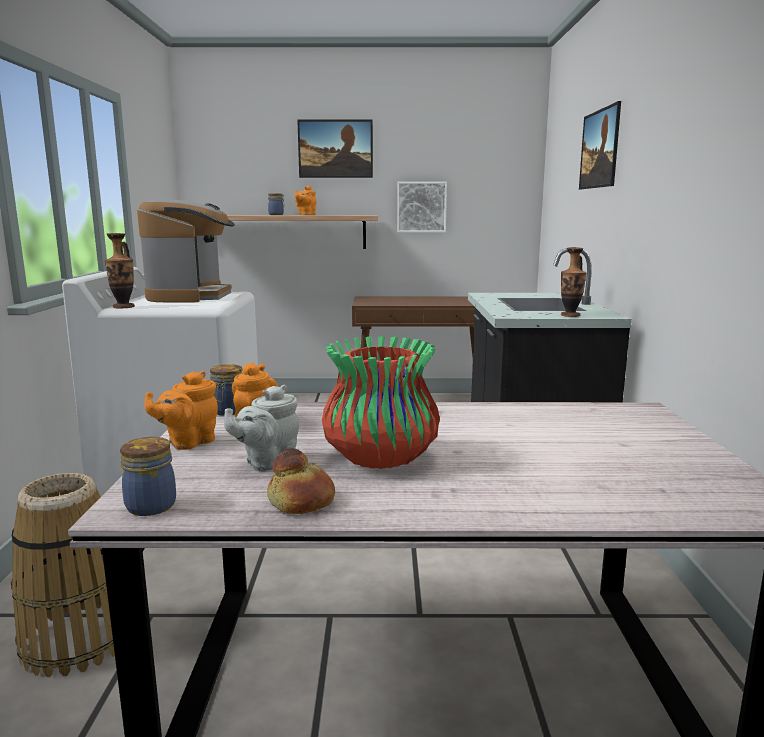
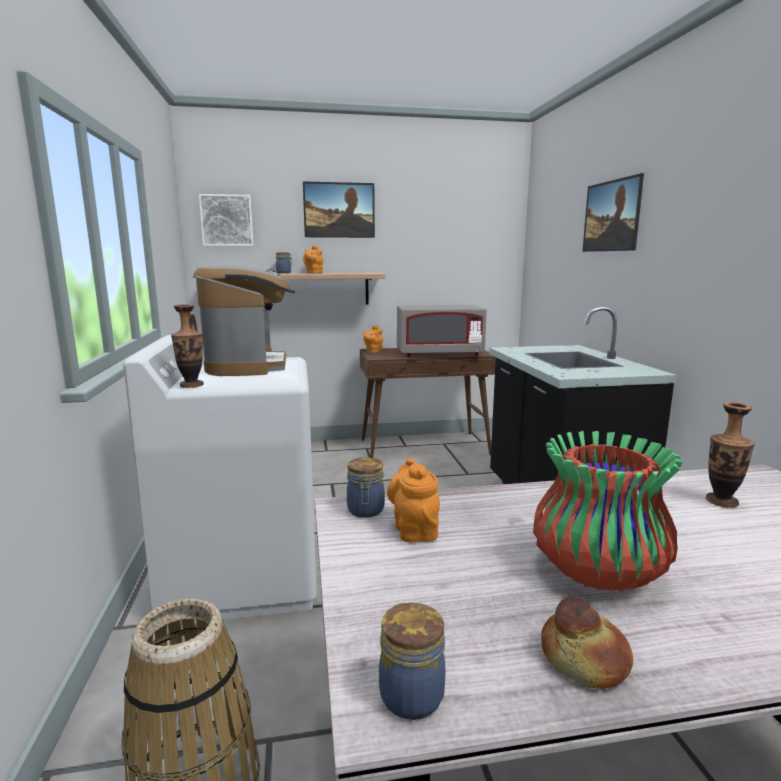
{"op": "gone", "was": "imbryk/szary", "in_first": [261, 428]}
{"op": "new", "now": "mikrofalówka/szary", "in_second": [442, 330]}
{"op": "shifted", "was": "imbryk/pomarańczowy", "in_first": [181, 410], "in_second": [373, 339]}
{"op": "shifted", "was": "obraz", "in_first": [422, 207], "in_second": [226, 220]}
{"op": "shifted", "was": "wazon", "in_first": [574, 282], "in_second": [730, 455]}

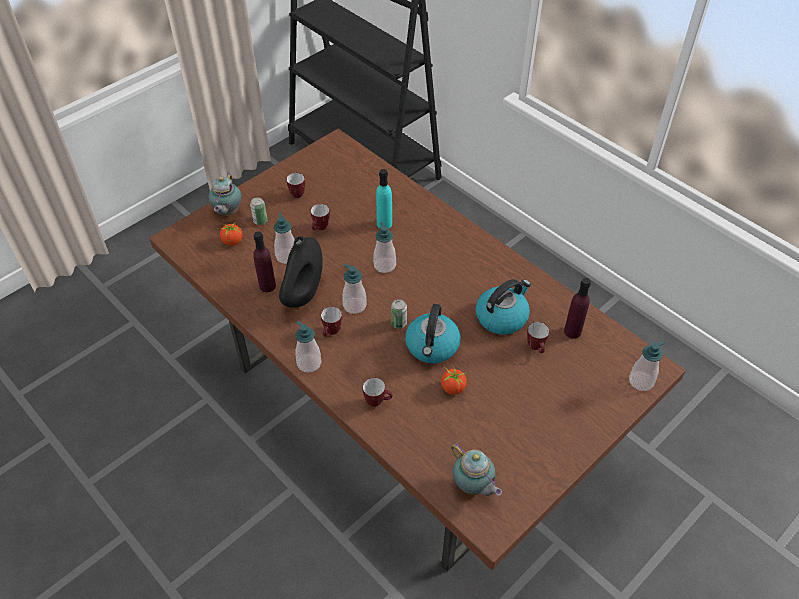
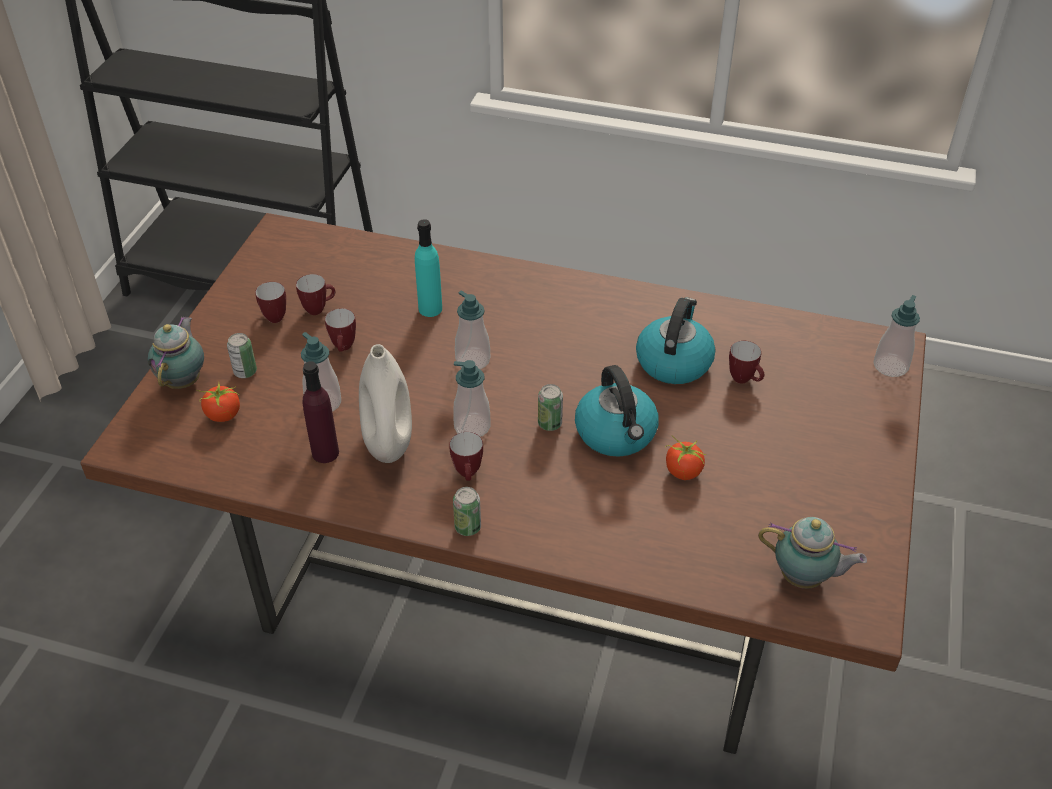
{"op": "gone", "was": "butelka/fioletowy", "in_first": [577, 308]}
{"op": "shifted", "was": "kubek", "in_first": [378, 392], "in_second": [315, 294]}
{"op": "swapped", "was": "dozownik mydła", "now": "puszka", "in_first": [308, 347], "in_second": [467, 511]}
{"op": "repainted", "was": "wazon/czarny", "now": "wazon/biały", "in_first": [301, 271], "in_second": [385, 403]}
{"op": "rotated", "was": "imbryk", "in_first": [225, 194], "in_second": [175, 352], "clockwise": -150}

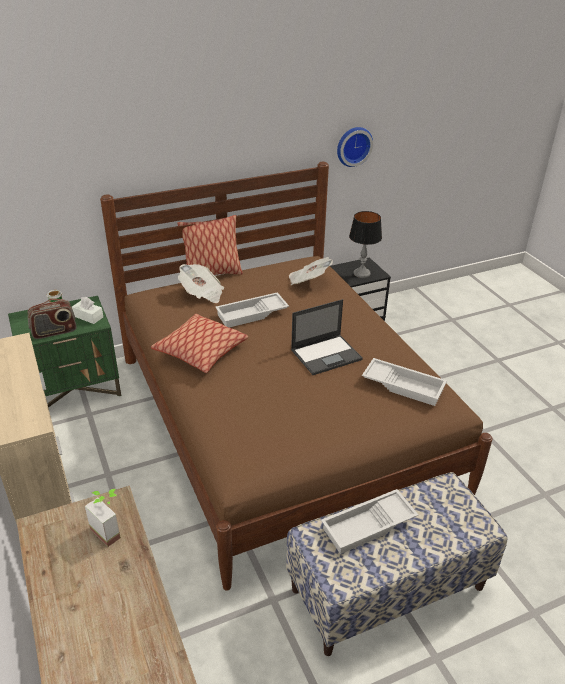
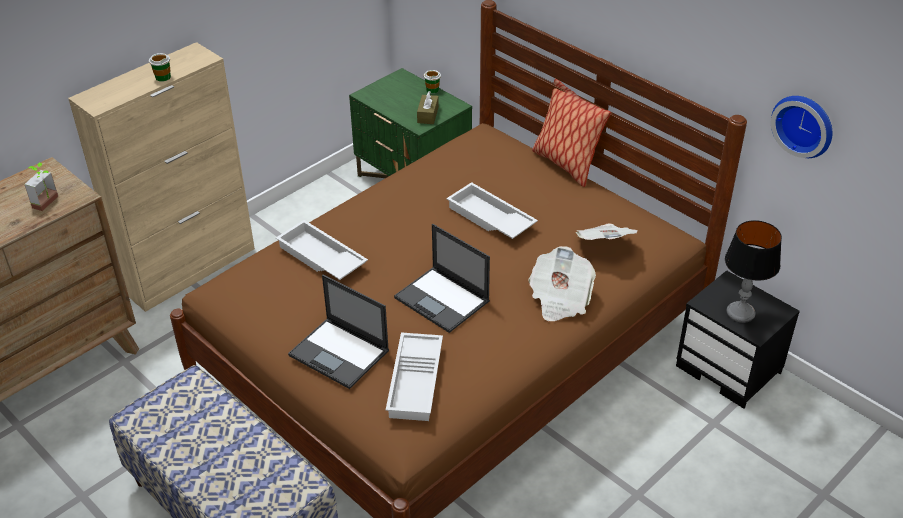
{"op": "gone", "was": "radio", "in_first": [52, 319]}
{"op": "gone", "was": "poduszka", "in_first": [199, 343]}
{"op": "new", "now": "filiżanka", "in_second": [160, 67]}
{"op": "new", "now": "laptop", "in_second": [338, 332]}
{"op": "shifted", "was": "gazeta", "in_first": [201, 283], "in_second": [562, 283]}
{"op": "shifted", "was": "taca/biały", "in_first": [369, 521], "in_second": [322, 250]}
{"op": "repainted", "was": "pudełko chusteczek/biały", "now": "pudełko chusteczek/brązowy", "in_first": [87, 310], "in_second": [428, 107]}

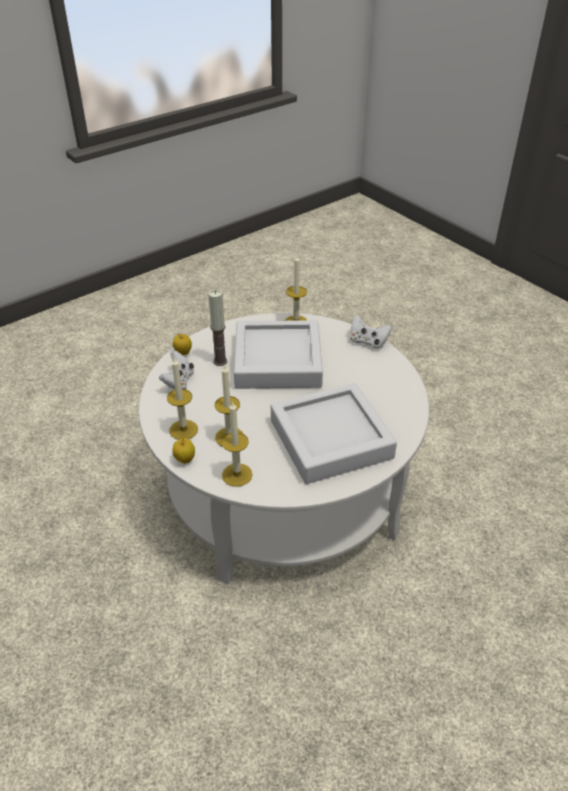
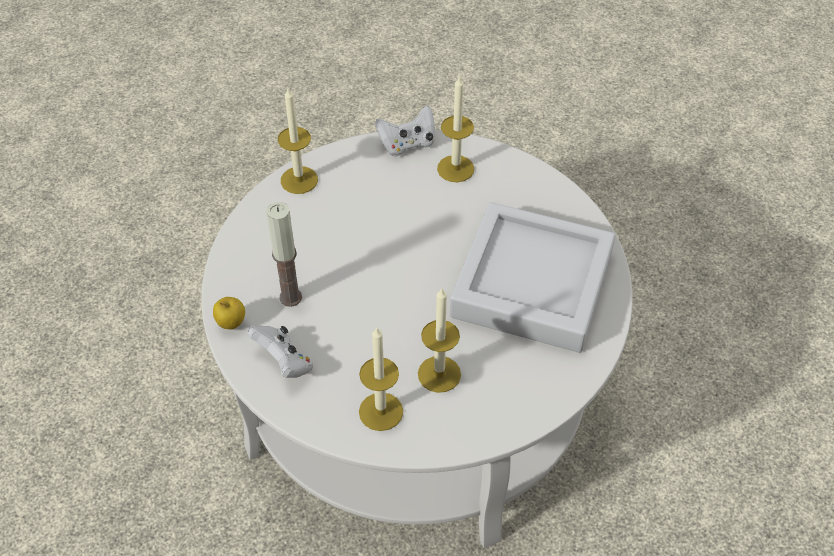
{"op": "gone", "was": "jabłko", "in_first": [183, 450]}
{"op": "gone", "was": "taca/szary", "in_first": [278, 354]}
{"op": "shifted", "was": "świeca", "in_first": [237, 444], "in_second": [455, 128]}

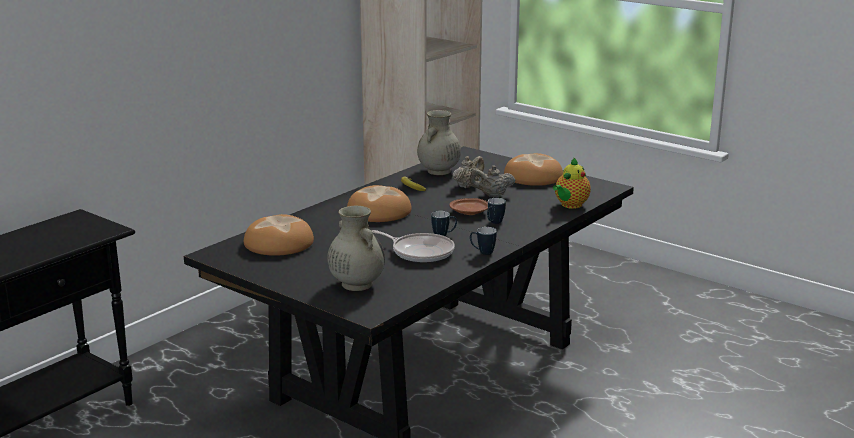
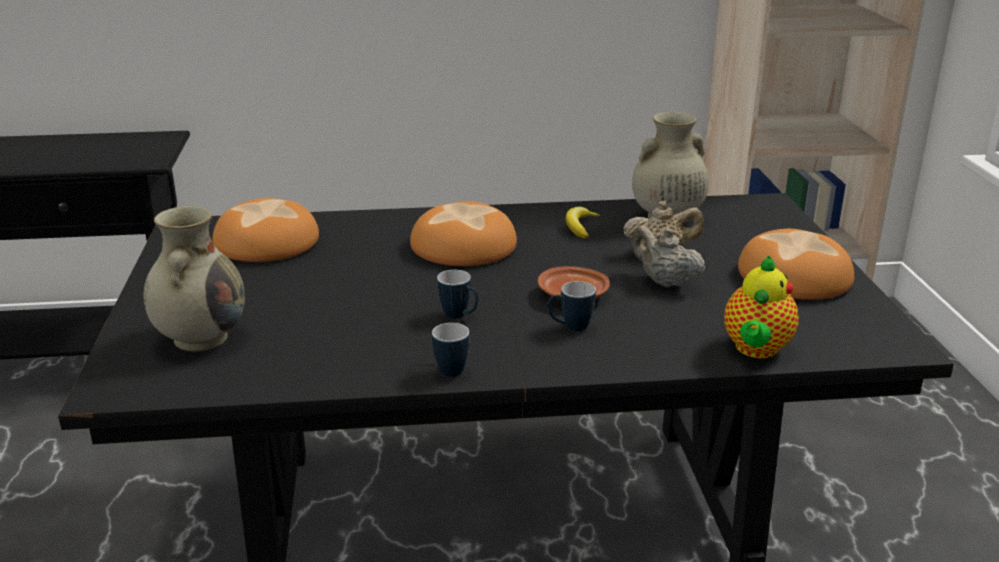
{"op": "gone", "was": "patelnia", "in_first": [413, 246]}
{"op": "rotated", "was": "imbryk", "in_first": [572, 183], "in_second": [761, 306], "clockwise": -60}

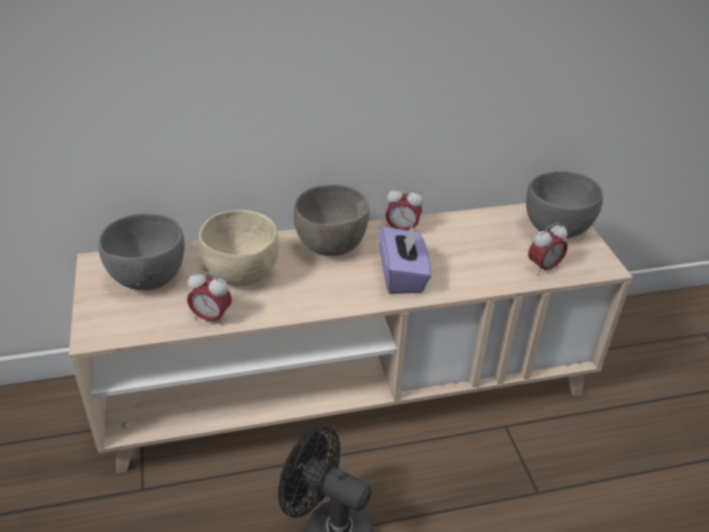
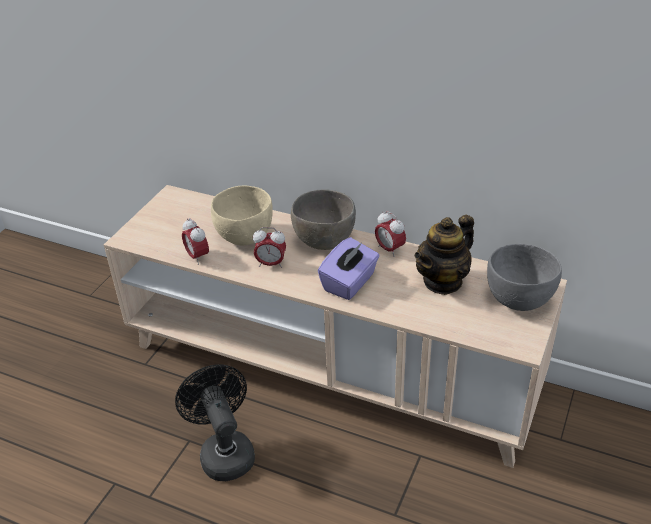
{"op": "gone", "was": "miska/szary", "in_first": [142, 251]}
{"op": "new", "now": "imbryk", "in_second": [444, 255]}
{"op": "shifted", "was": "budzik", "in_first": [548, 249], "in_second": [269, 247]}

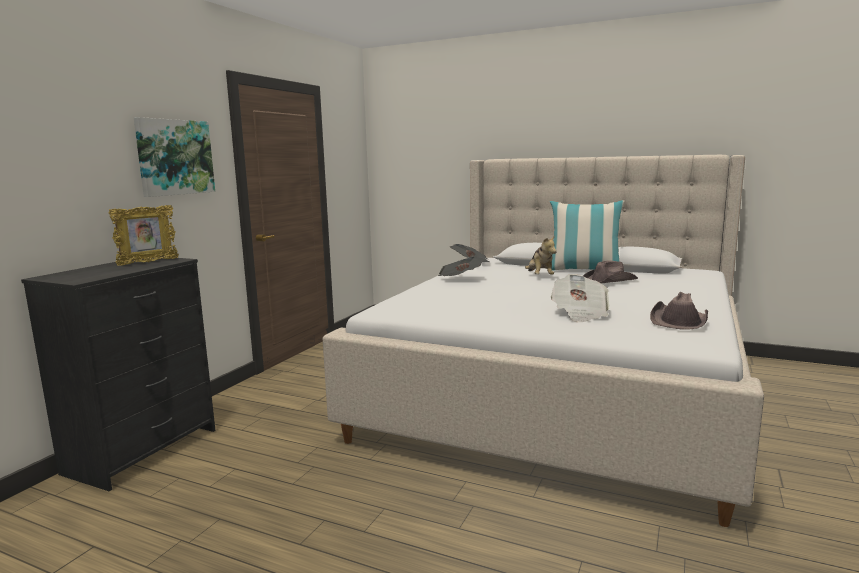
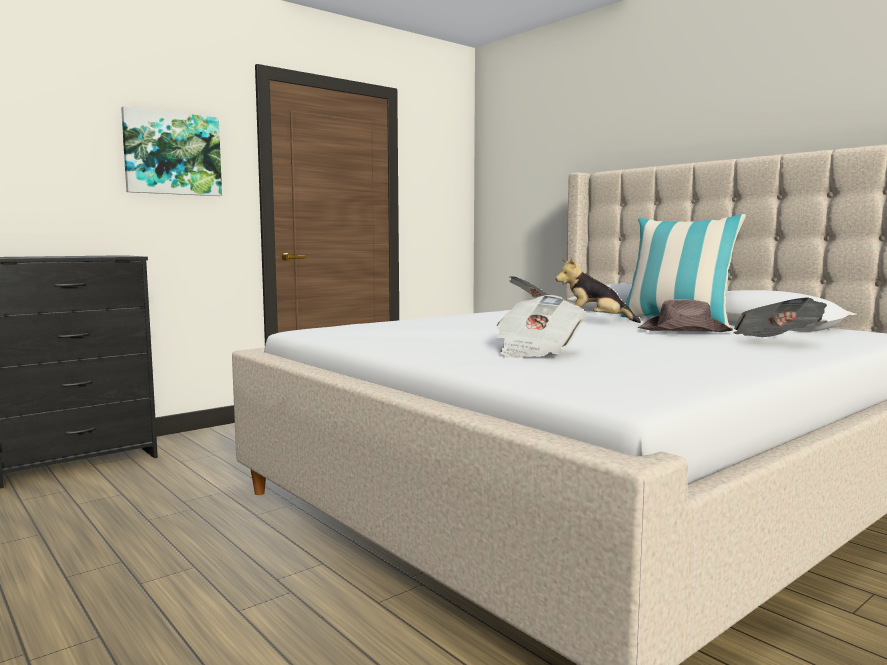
{"op": "gone", "was": "ramka na zdjęcie", "in_first": [144, 235]}
{"op": "gone", "was": "kapelusz/brązowy", "in_first": [679, 311]}
{"op": "shifted", "was": "gazeta", "in_first": [460, 266], "in_second": [780, 317]}
{"op": "rotated", "was": "pluszak", "in_first": [541, 255], "in_second": [598, 290], "clockwise": 90}

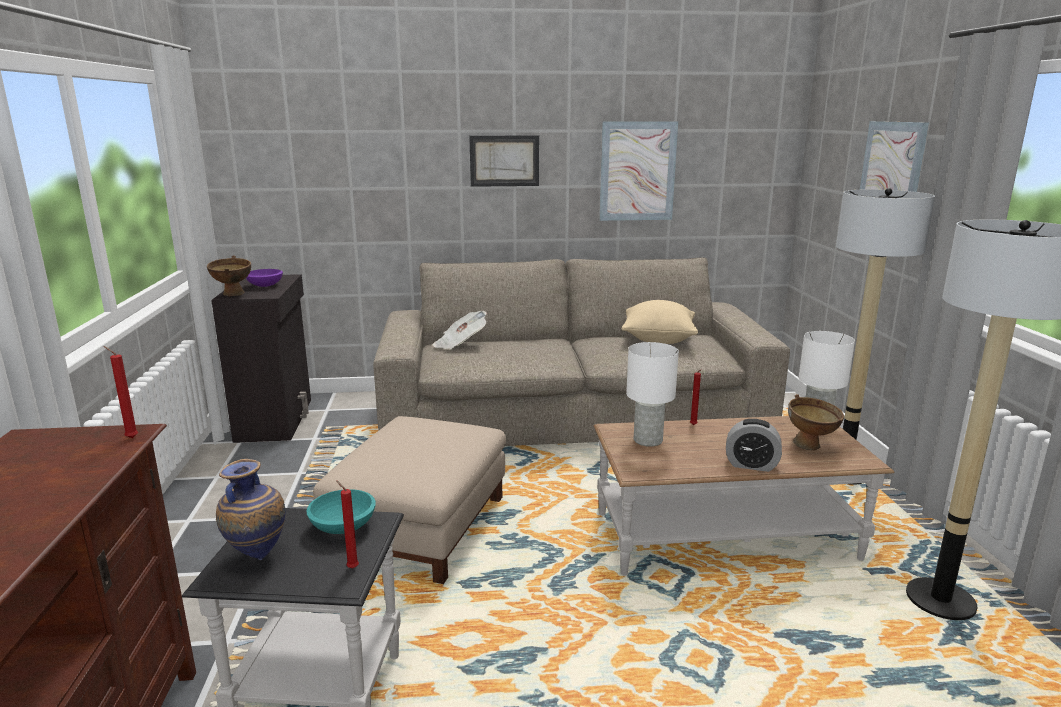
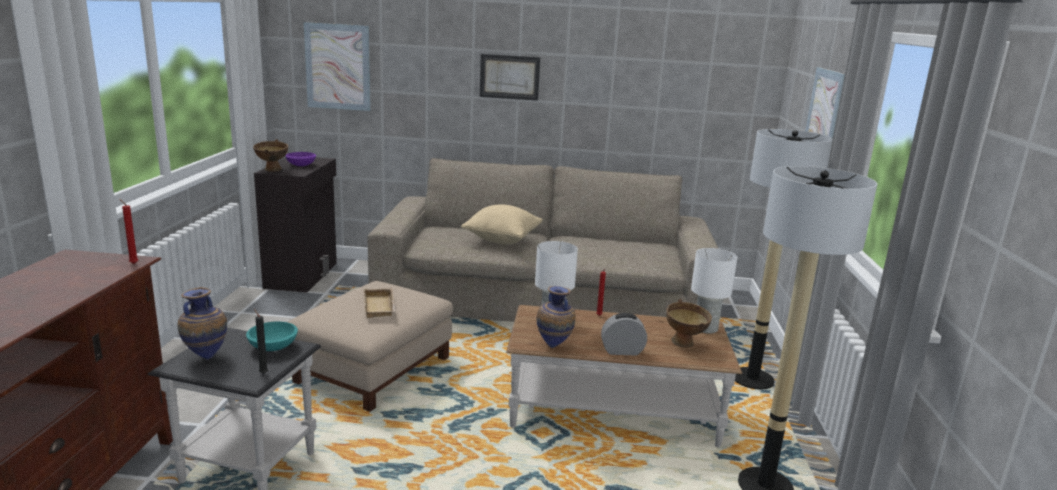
{"op": "gone", "was": "gazeta", "in_first": [460, 330]}
{"op": "new", "now": "taca/beżowy", "in_second": [379, 303]}
{"op": "new", "now": "wazon", "in_second": [556, 317]}
{"op": "shifted", "was": "obraz", "in_first": [638, 171], "in_second": [337, 66]}
{"op": "shifted", "was": "poduszka/beżowy", "in_first": [660, 322], "in_second": [502, 224]}
{"op": "repainted", "was": "świeca/czerwony", "now": "świeca/czarny", "in_first": [347, 524], "in_second": [261, 341]}
{"op": "rotated", "was": "budzik", "in_first": [754, 445], "in_second": [624, 334], "clockwise": 150}

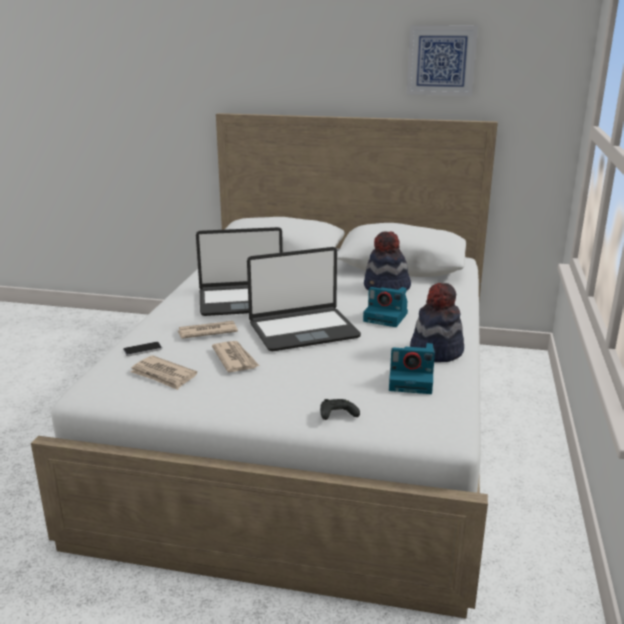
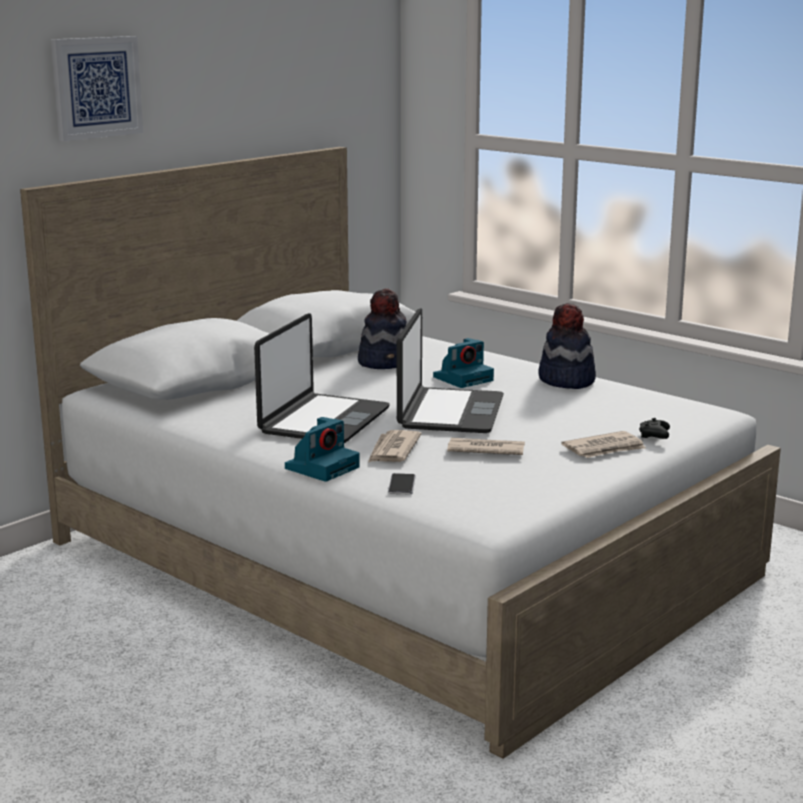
{"op": "shifted", "was": "gazeta", "in_first": [163, 373], "in_second": [603, 444]}
{"op": "shifted", "was": "aparat fotograficzny", "in_first": [412, 368], "in_second": [322, 449]}
{"op": "shifted", "was": "obraz", "in_first": [442, 60], "in_second": [97, 88]}

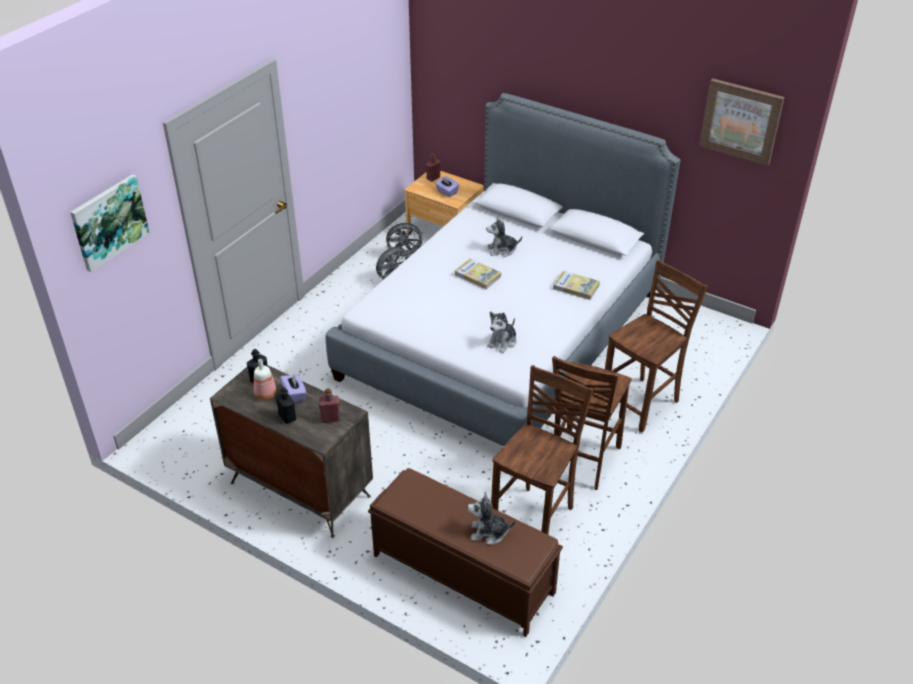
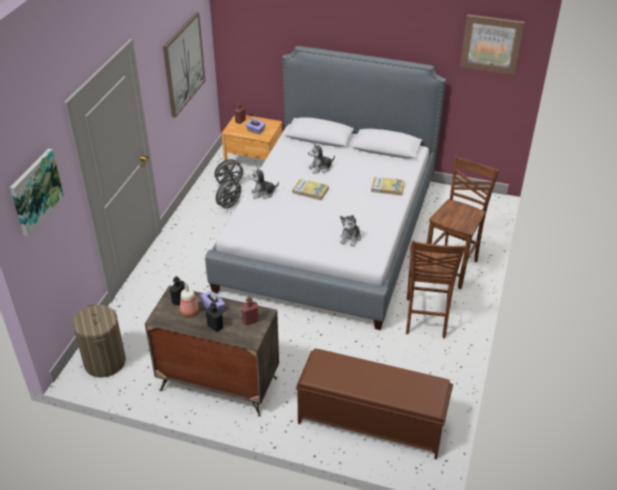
{"op": "gone", "was": "krzesło/brązowy", "in_first": [542, 449]}
{"op": "new", "now": "kosz na pranie", "in_second": [99, 340]}
{"op": "new", "now": "obraz", "in_second": [184, 65]}
{"op": "shifted", "was": "pluszak", "in_first": [491, 518], "in_second": [264, 182]}

